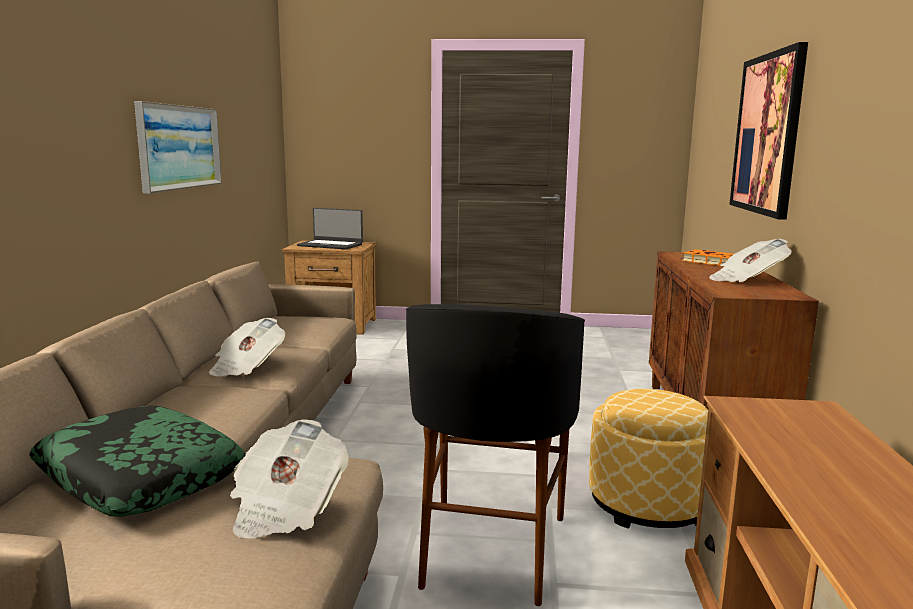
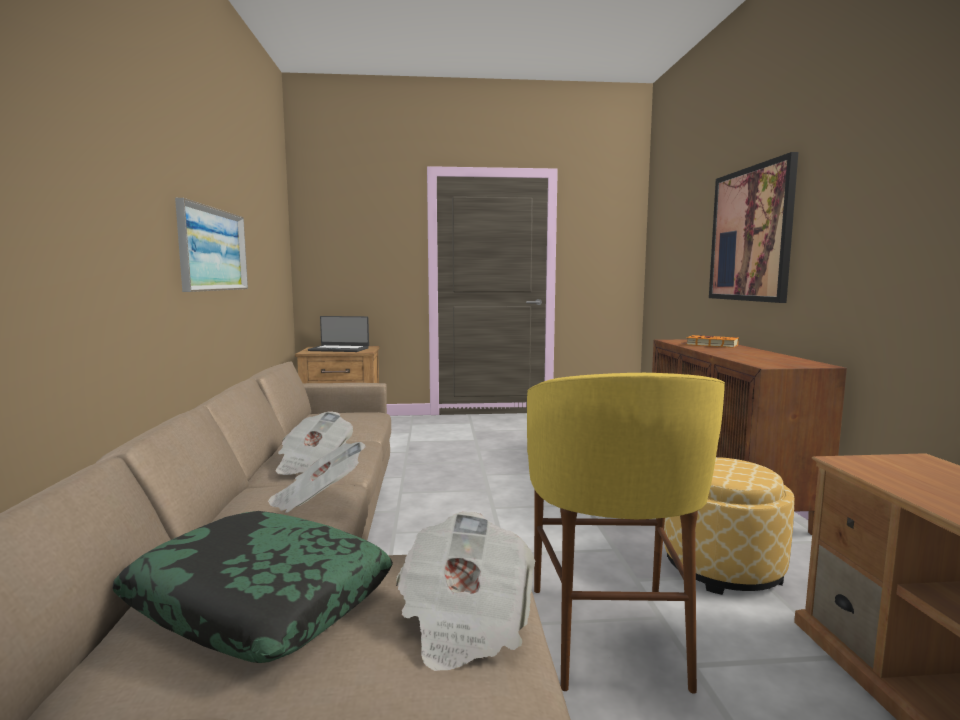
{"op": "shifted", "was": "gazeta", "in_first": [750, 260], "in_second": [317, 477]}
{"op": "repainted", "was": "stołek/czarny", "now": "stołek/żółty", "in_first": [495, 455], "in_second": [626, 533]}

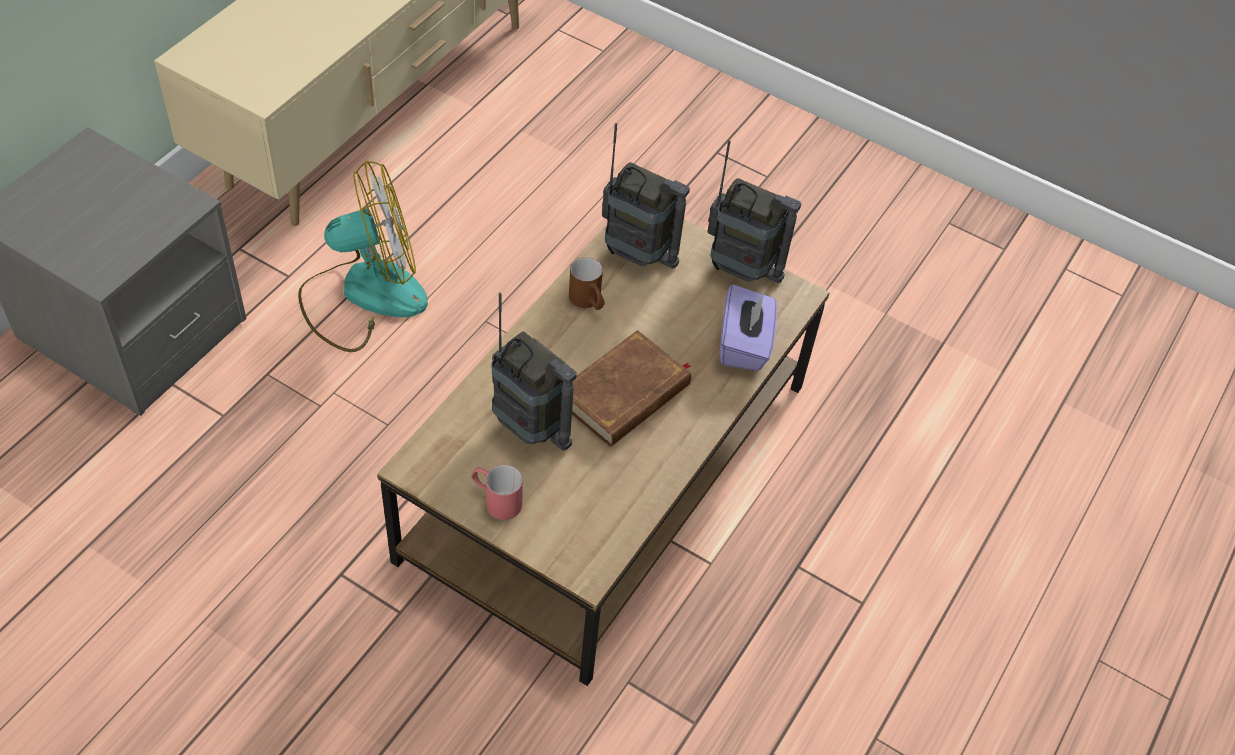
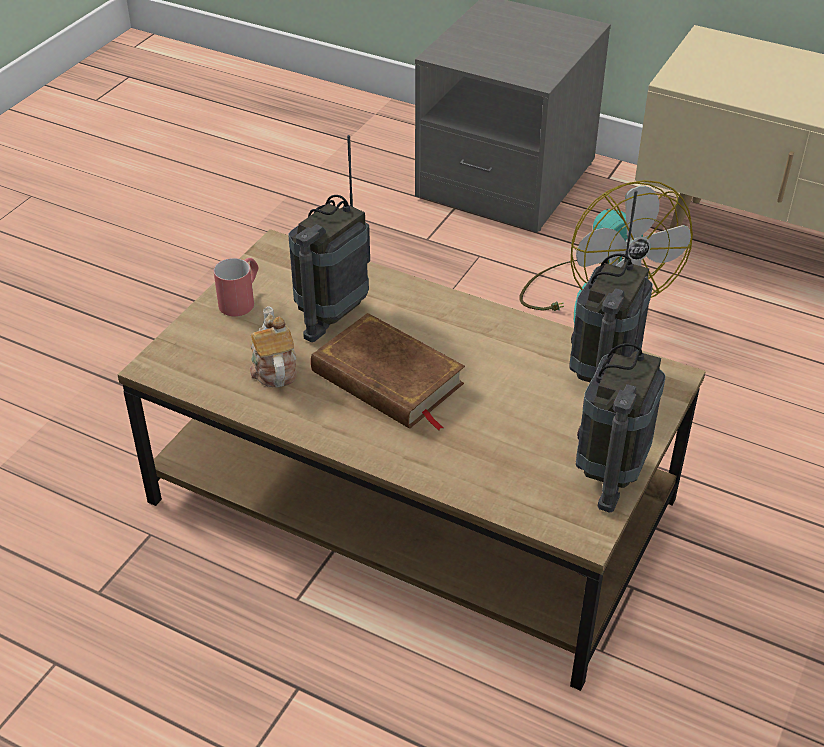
{"op": "gone", "was": "kubek/brązowy", "in_first": [587, 283]}
{"op": "gone", "was": "pudełko chusteczek/fioletowy", "in_first": [748, 327]}
{"op": "new", "now": "imbryk", "in_second": [273, 346]}

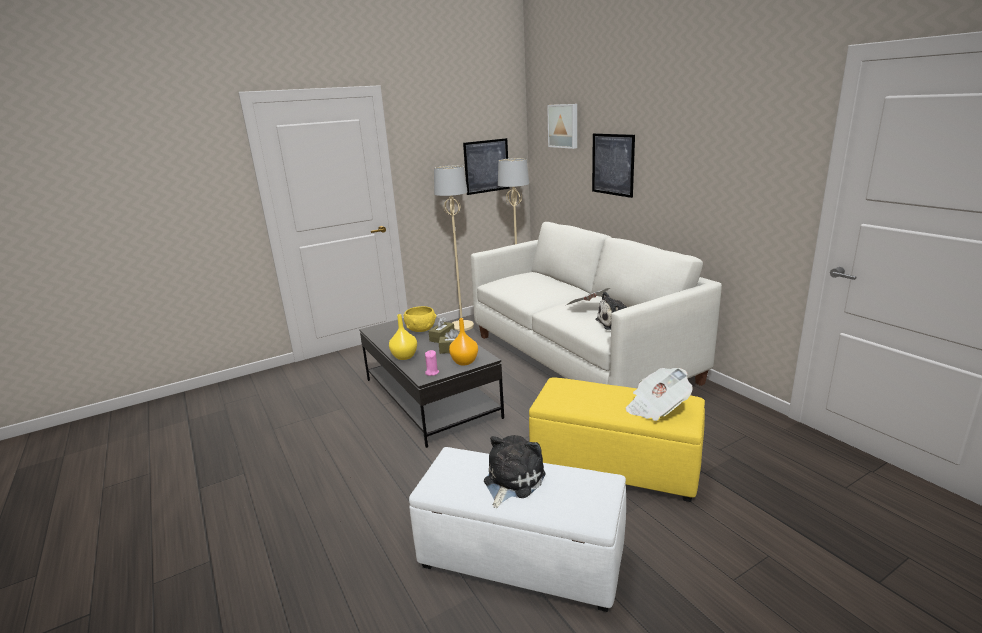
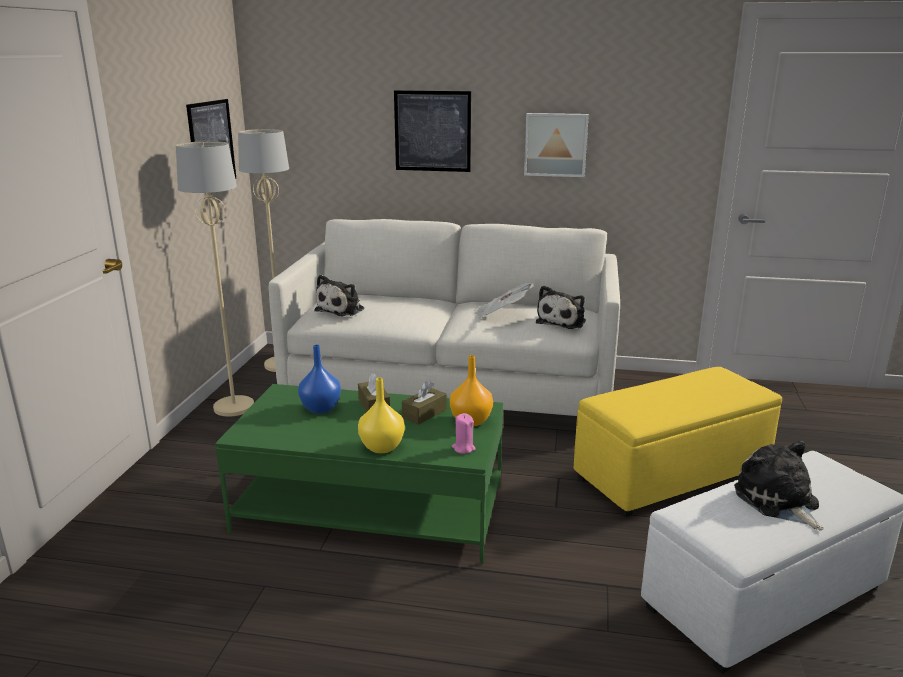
{"op": "gone", "was": "gazeta", "in_first": [659, 394]}
{"op": "new", "now": "pluszak", "in_second": [339, 295]}
{"op": "shifted", "was": "obraz", "in_first": [562, 126], "in_second": [556, 145]}
{"op": "swapped", "was": "miska/żółty", "now": "wazon/niebieski", "in_first": [420, 319], "in_second": [319, 379]}
{"op": "repainted", "was": "ława/czarny", "now": "ława/zielony", "in_first": [431, 382], "in_second": [359, 473]}

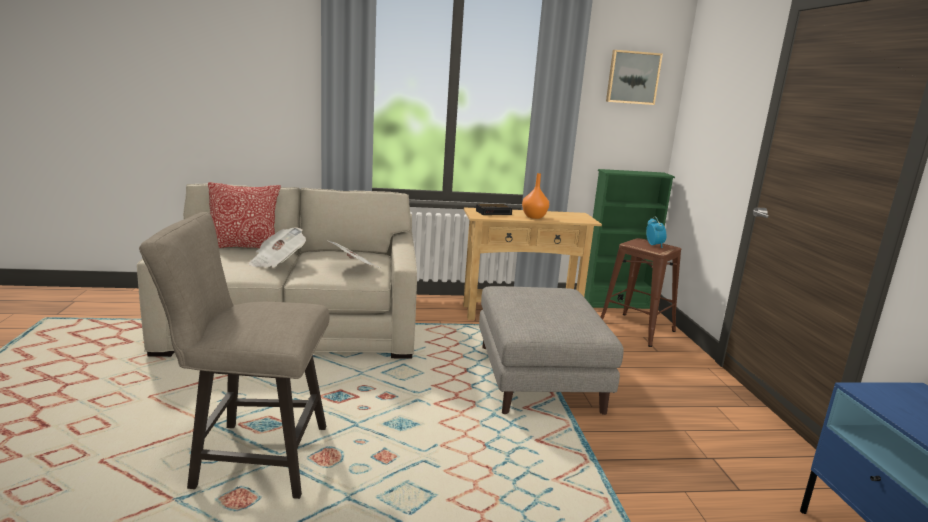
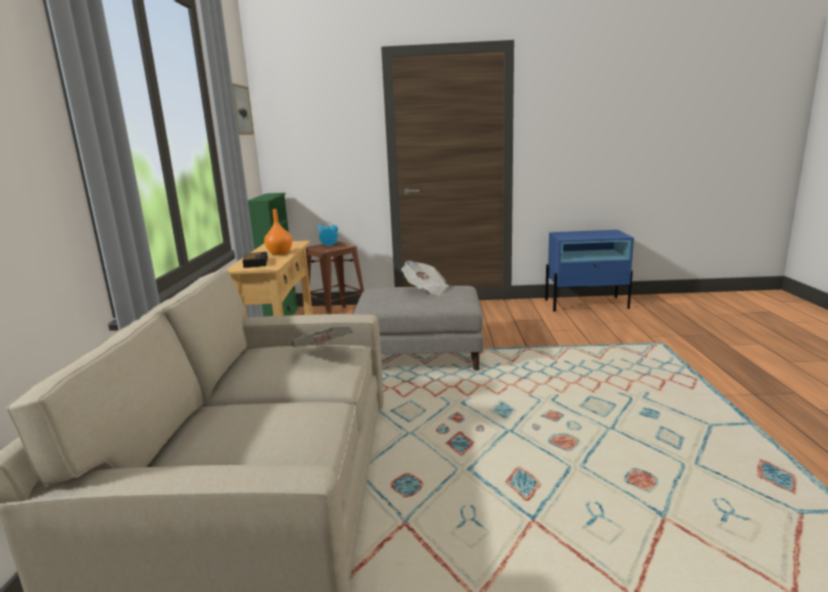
{"op": "gone", "was": "stołek/beżowy", "in_first": [234, 355]}
{"op": "gone", "was": "poduszka", "in_first": [244, 215]}
{"op": "shifted", "was": "gazeta", "in_first": [277, 247], "in_second": [425, 278]}

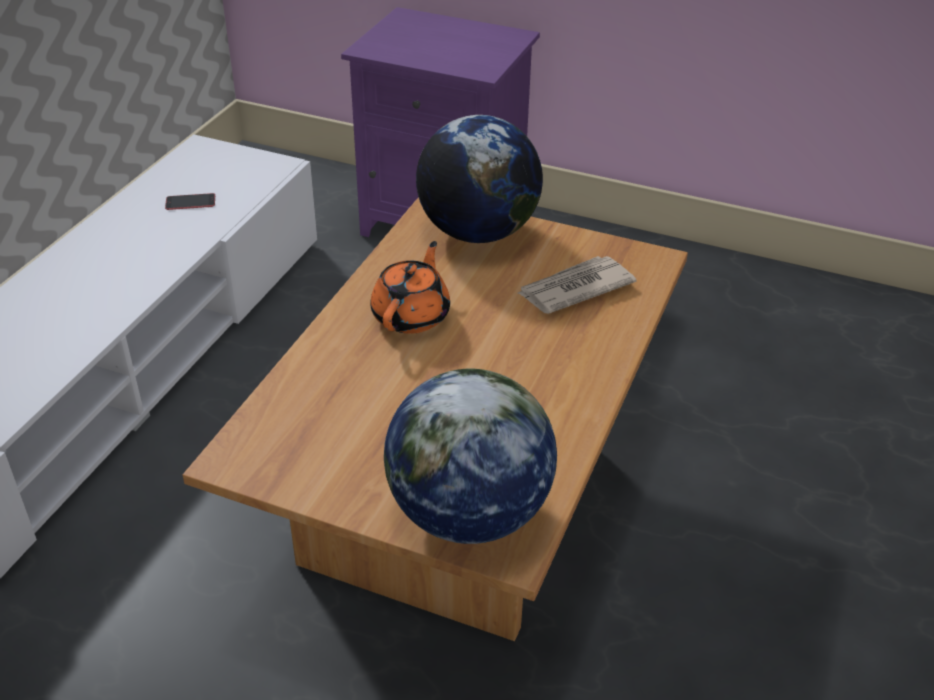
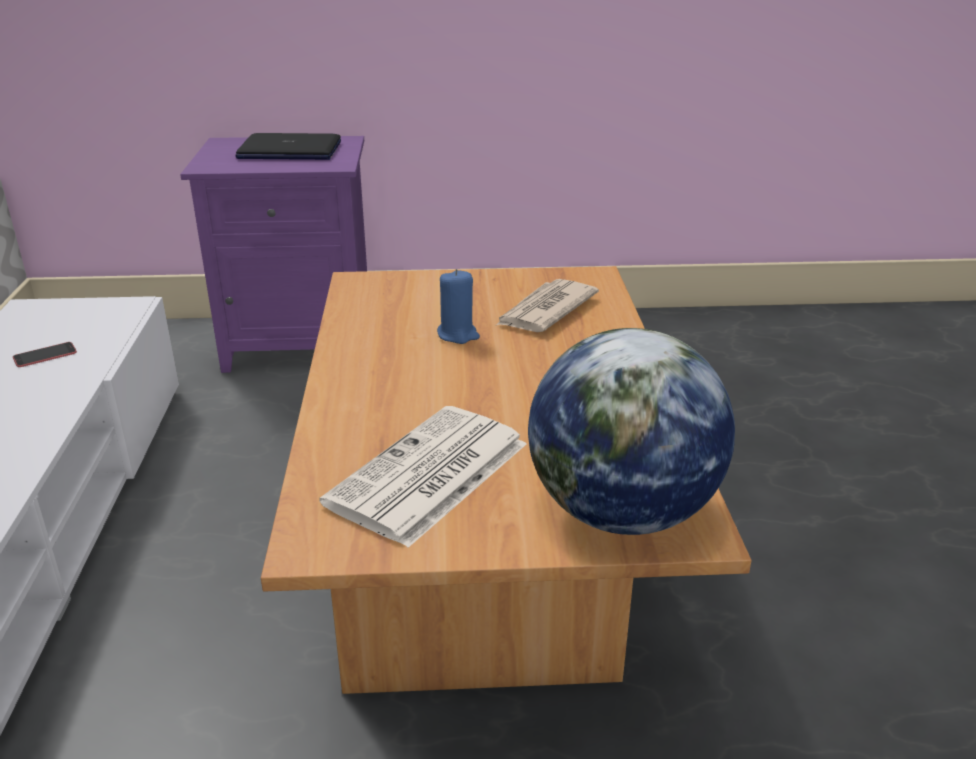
{"op": "gone", "was": "imbryk/pomarańczowy", "in_first": [410, 287]}
{"op": "gone", "was": "globus", "in_first": [479, 179]}
{"op": "new", "now": "laptop", "in_second": [288, 146]}
{"op": "new", "now": "gazeta", "in_second": [423, 477]}
{"op": "new", "now": "świeca/niebieski", "in_second": [458, 306]}

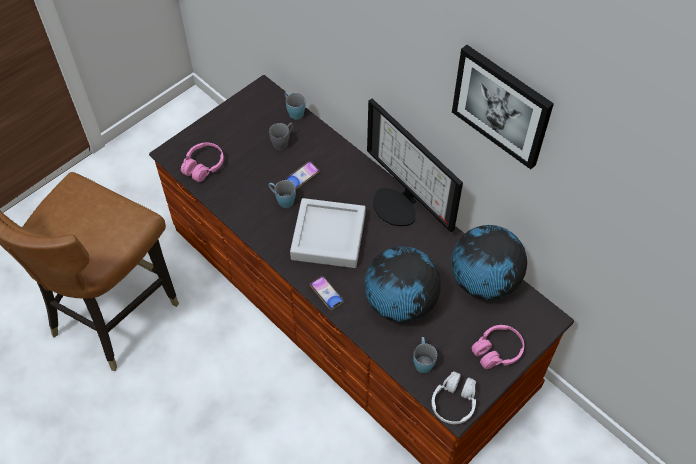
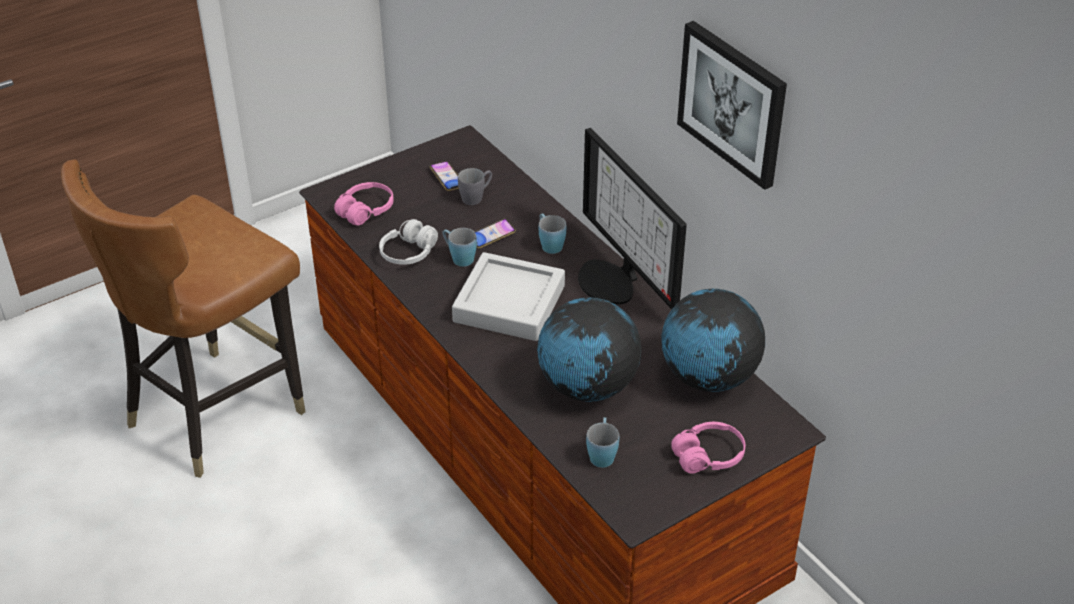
{"op": "shifted", "was": "kubek/niebieski", "in_first": [295, 106], "in_second": [552, 233]}
{"op": "shifted", "was": "telefon", "in_first": [327, 293], "in_second": [444, 176]}
{"op": "shifted", "was": "słuchawki/biały", "in_first": [453, 398], "in_second": [408, 242]}

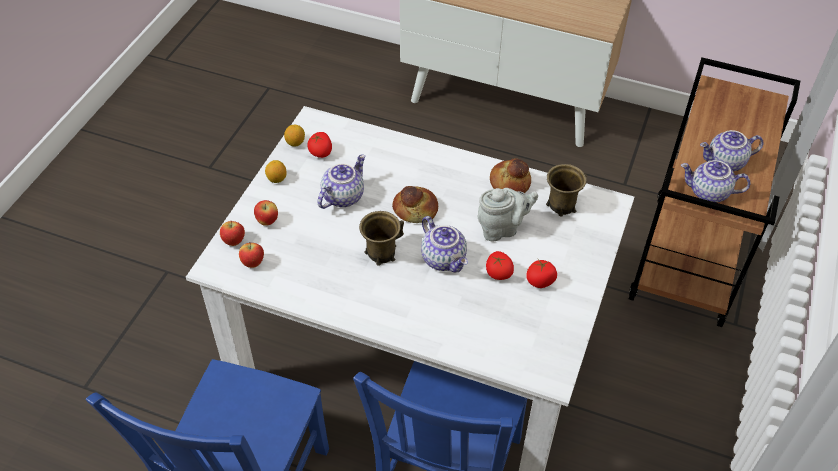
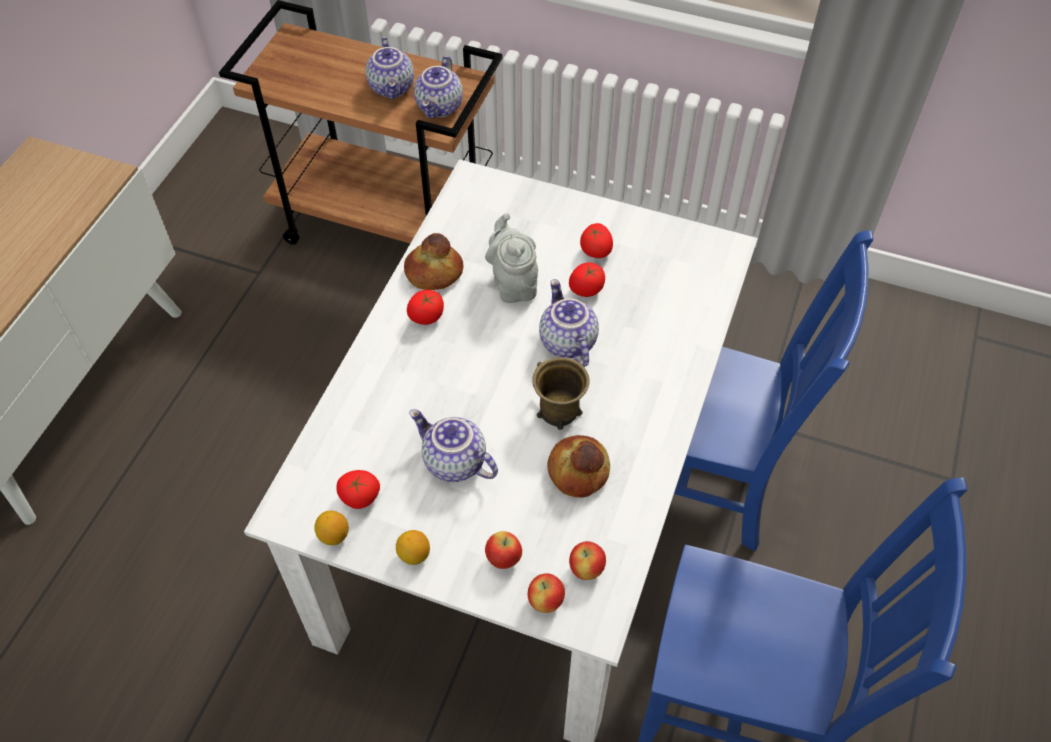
{"op": "gone", "was": "kubek/brązowy", "in_first": [566, 190]}
{"op": "new", "now": "pomidor", "in_second": [425, 307]}
{"op": "shifted", "was": "chleb", "in_first": [415, 204], "in_second": [579, 466]}
{"op": "rotated", "was": "imbryk", "in_first": [444, 244], "in_second": [569, 323], "clockwise": -75}

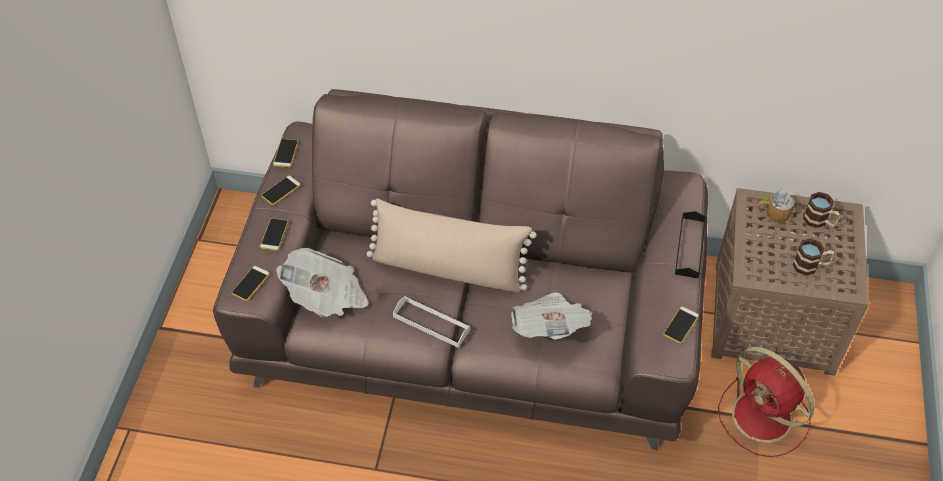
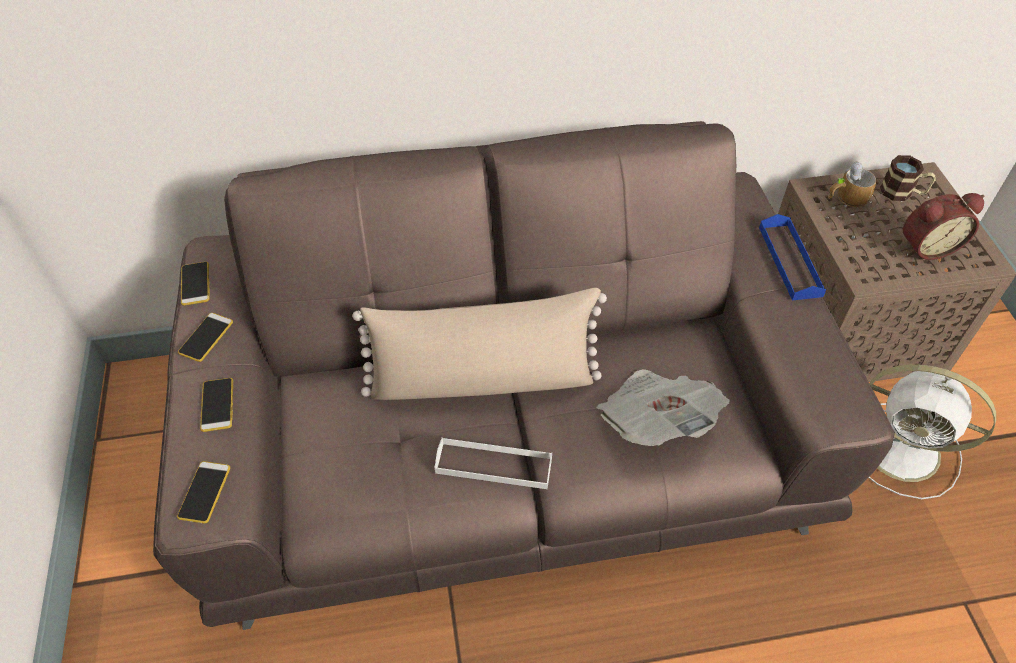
{"op": "gone", "was": "gazeta", "in_first": [322, 283]}
{"op": "gone", "was": "telefon", "in_first": [681, 324]}
{"op": "swapped", "was": "kubek", "now": "budzik", "in_first": [813, 256], "in_second": [943, 226]}
{"op": "repainted", "was": "taca/czarny", "now": "taca/niebieski", "in_first": [690, 244], "in_second": [792, 257]}
{"op": "repainted", "was": "wentylator/czerwony", "now": "wentylator/biały", "in_first": [766, 402], "in_second": [932, 431]}

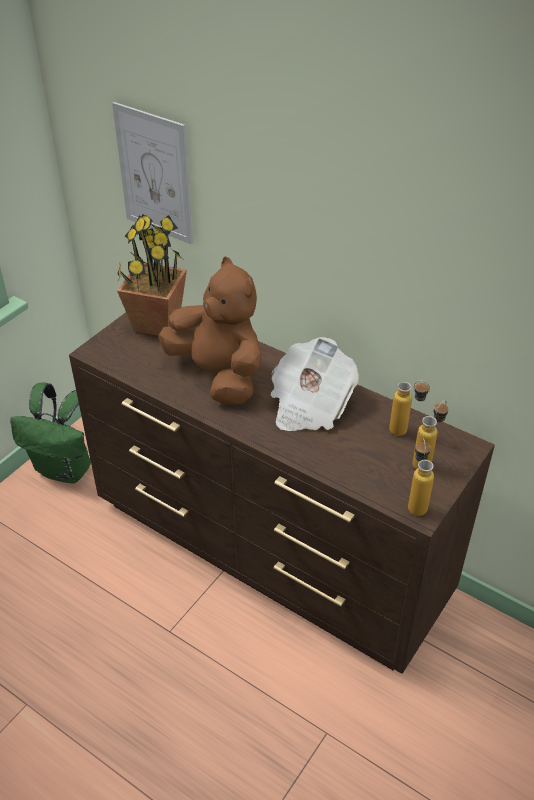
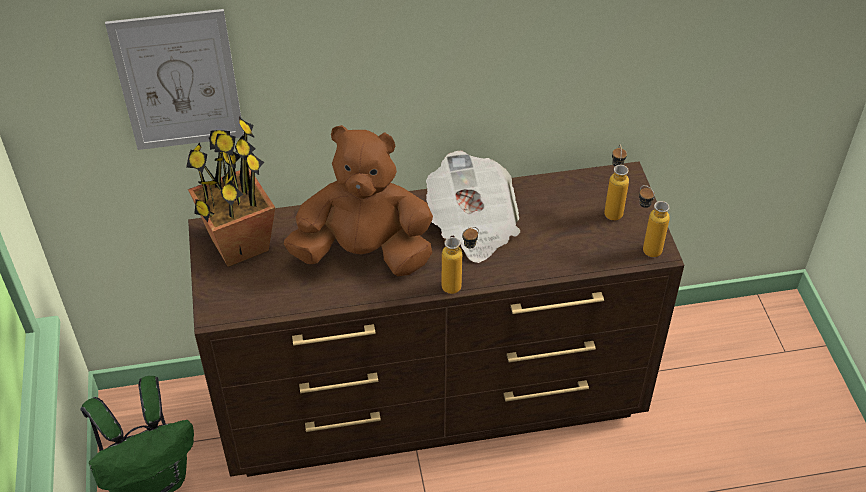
{"op": "shifted", "was": "butelka", "in_first": [409, 408], "in_second": [460, 260]}

